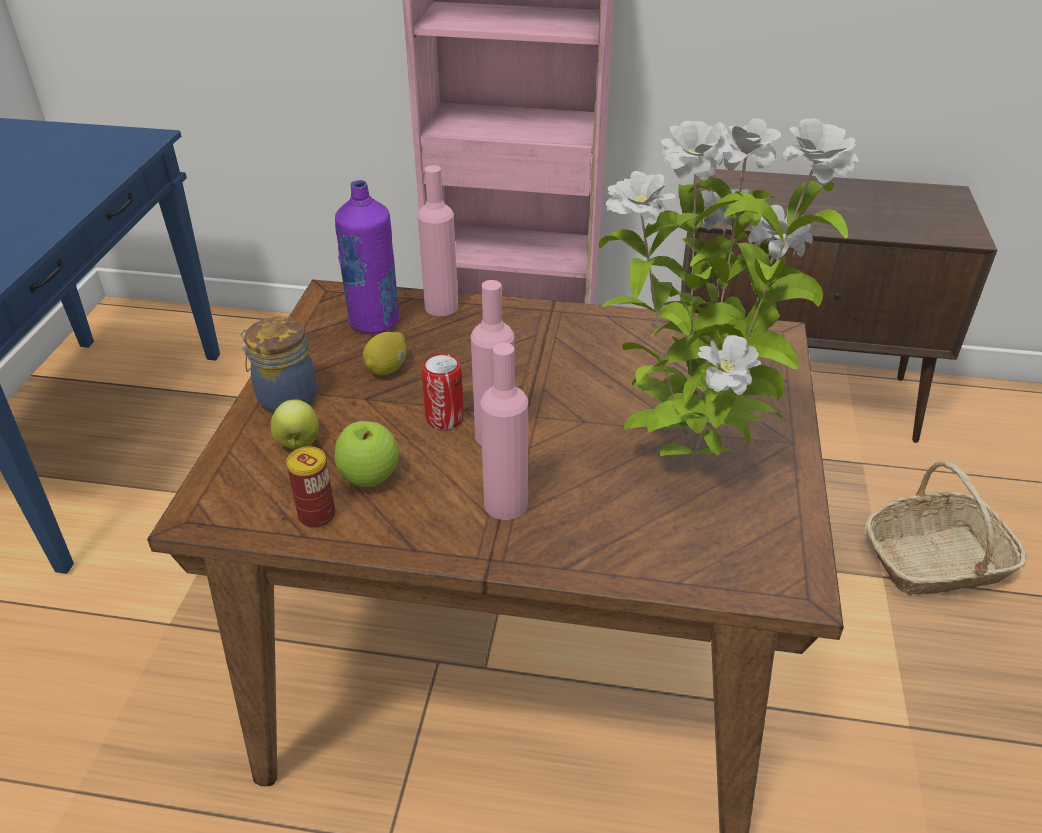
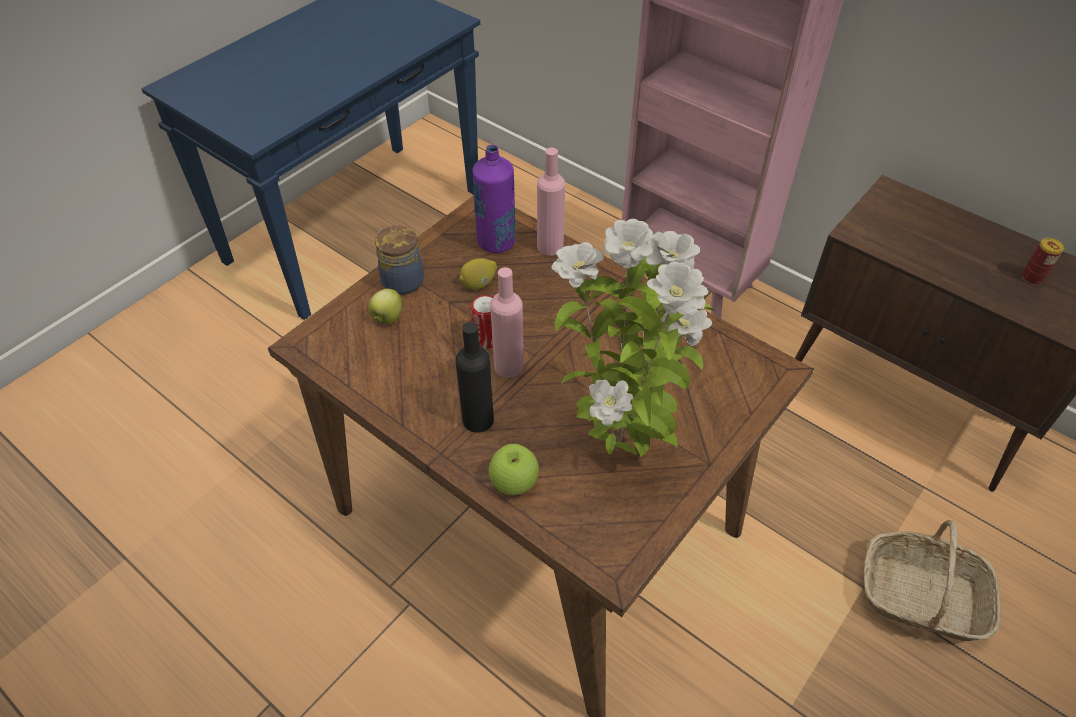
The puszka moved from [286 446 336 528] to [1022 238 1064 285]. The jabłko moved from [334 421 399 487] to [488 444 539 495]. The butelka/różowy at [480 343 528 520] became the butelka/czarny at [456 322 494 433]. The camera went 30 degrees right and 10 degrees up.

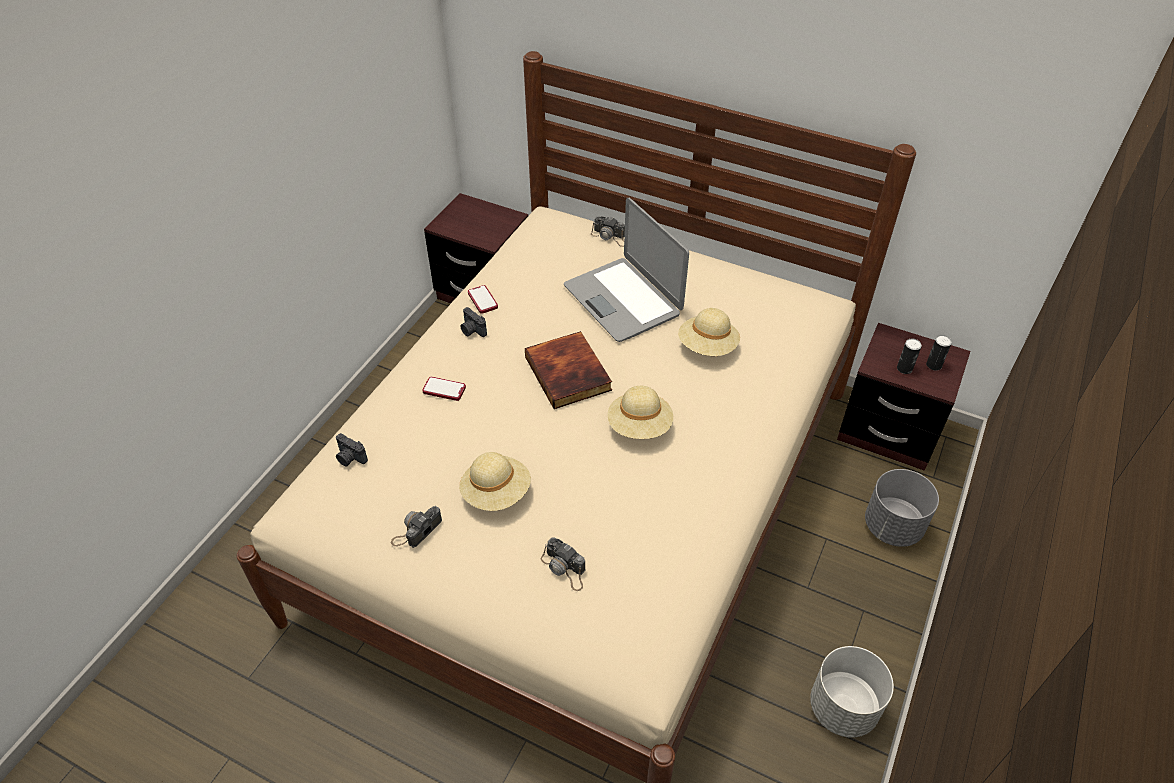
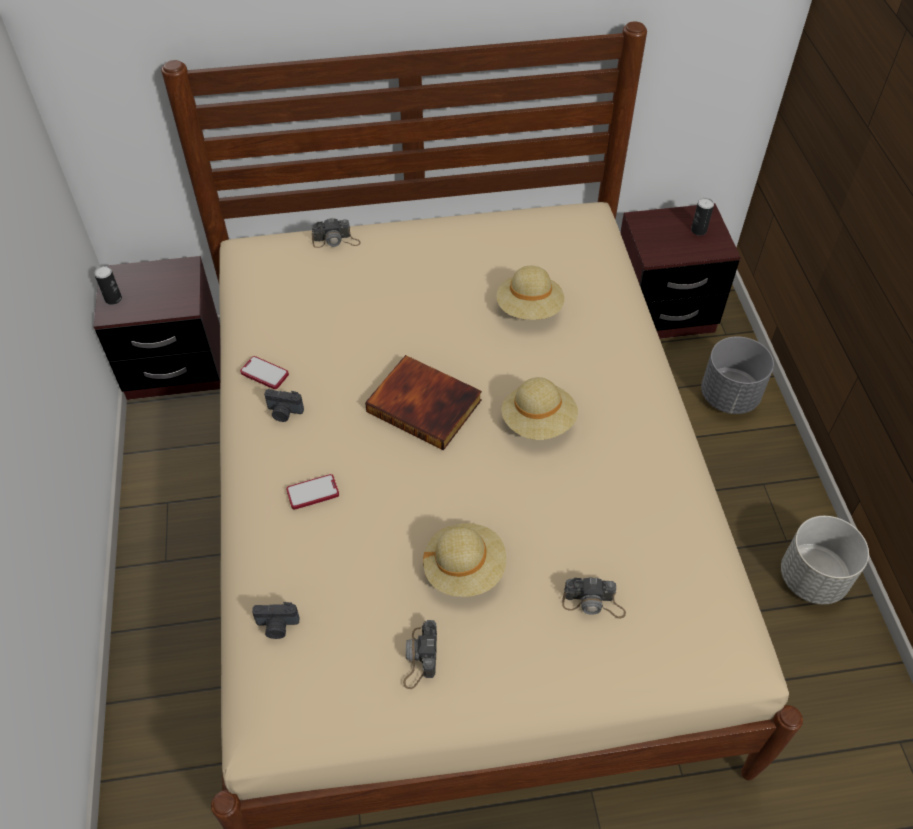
The laptop at [564 198 689 342] disappeared. The puszka moved from [897 338 922 374] to [94 266 122 305]. The camera went 35 degrees left and 5 degrees up.

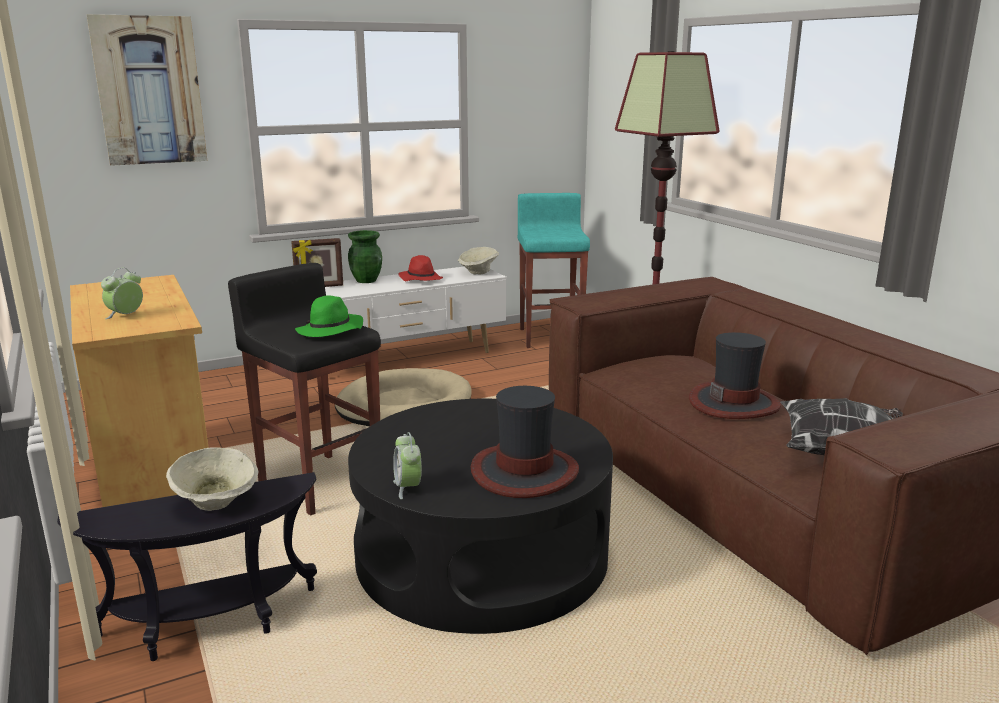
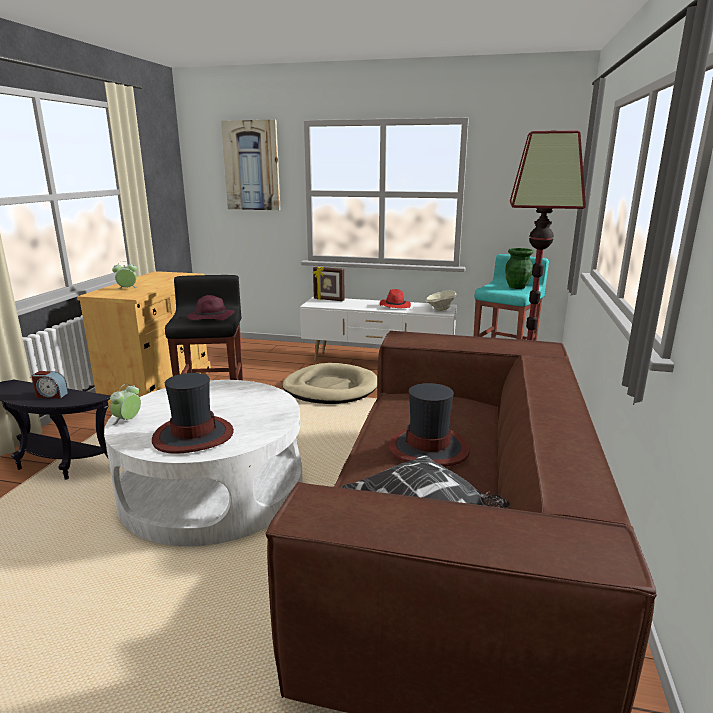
The wazon/zielony moved from [348 230 382 283] to [505 248 533 289]. The miska/beżowy at [166 447 258 511] was replaced by the budzik at [32 371 68 398]. The kapelusz/zielony at [295 295 363 337] became the kapelusz/fioletowy at [187 295 235 321]. The ława/czarny at [348 399 613 634] became the ława/biały at [104 380 303 546]. The camera went 40 degrees right and 0 degrees up.

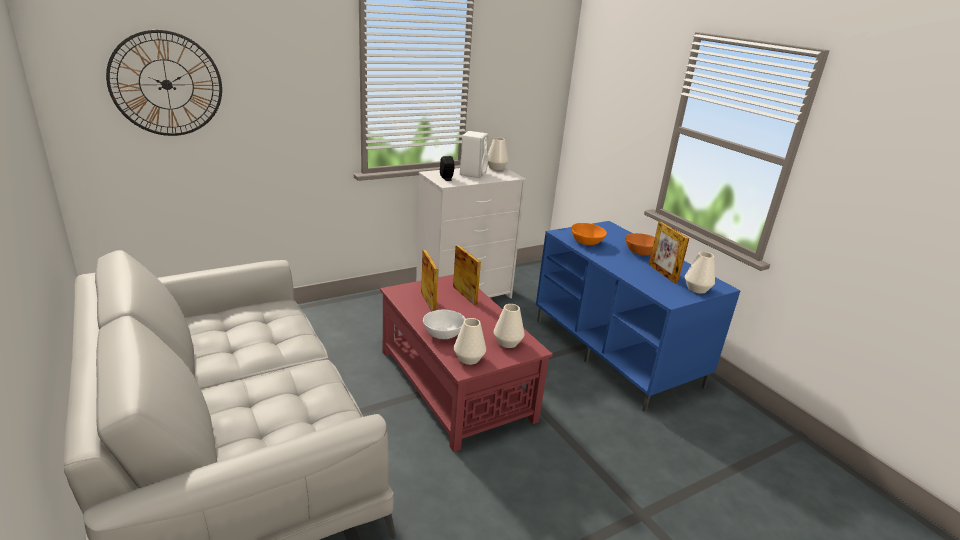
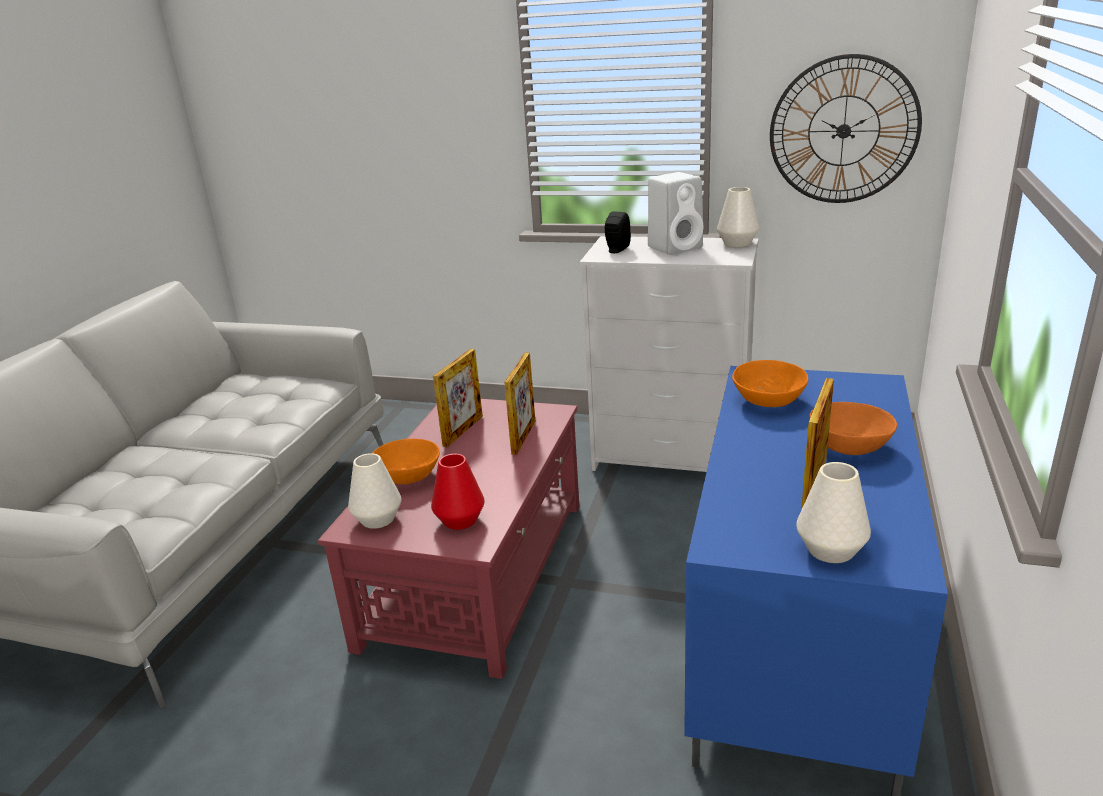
The zegar ścienny moved from [106 30 222 136] to [770 54 922 203]. The miska/biały at [423 310 466 339] became the miska/pomarańczowy at [373 439 440 484]. The wazon/biały at [494 304 525 348] became the wazon/czerwony at [431 454 485 530]. The camera went 50 degrees right and 0 degrees up.

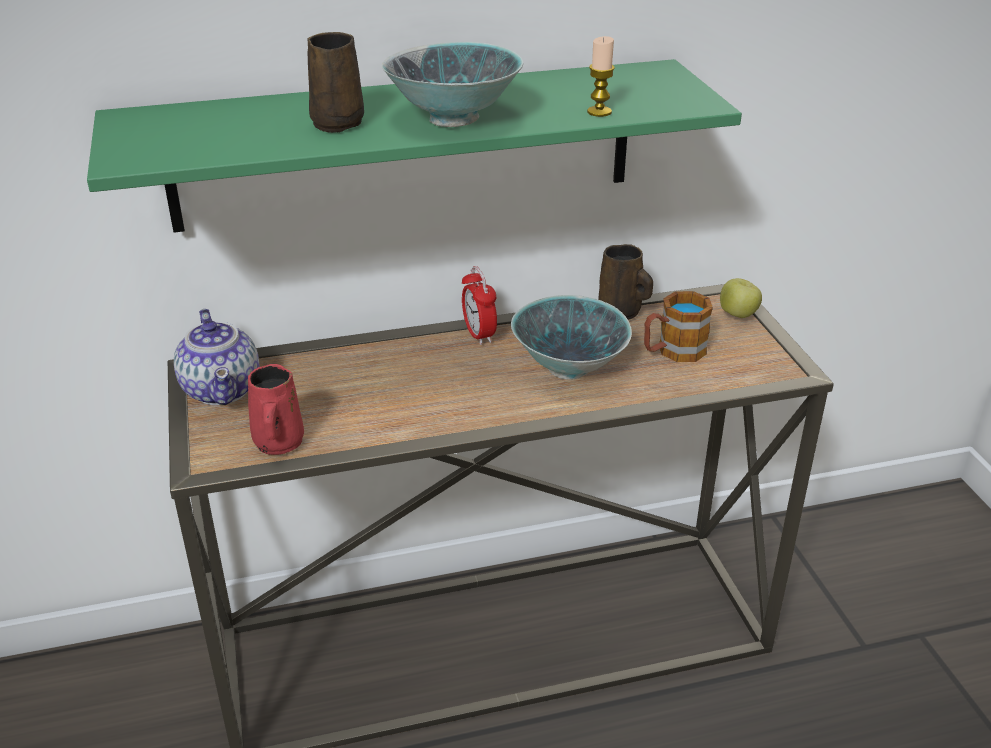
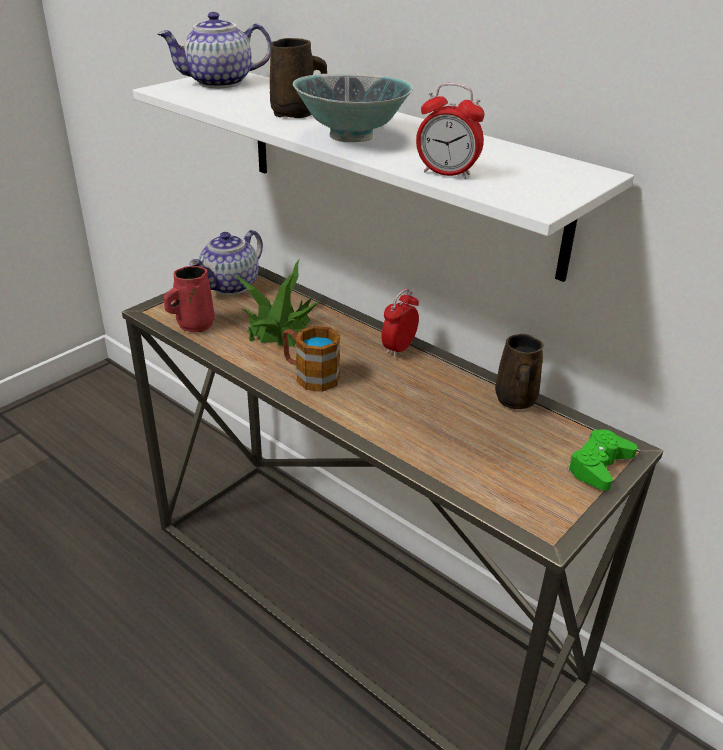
The miska at [511 295 632 380] disappeared. The imbryk at [158 12 271 88] appeared. The roślina doniczkowa at [234 259 320 347] appeared. The kubek moved from [644 291 713 362] to [282 326 340 392]. The świeca at [587 36 615 117] was replaced by the budzik at [416 83 485 179]. The jabłko at [720 278 762 318] was replaced by the pad do gier/zielony at [567 429 638 491]. The półka/zielony at [87 59 742 233] became the półka/biały at [133 72 634 282]. The camera went 55 degrees right and 0 degrees up.

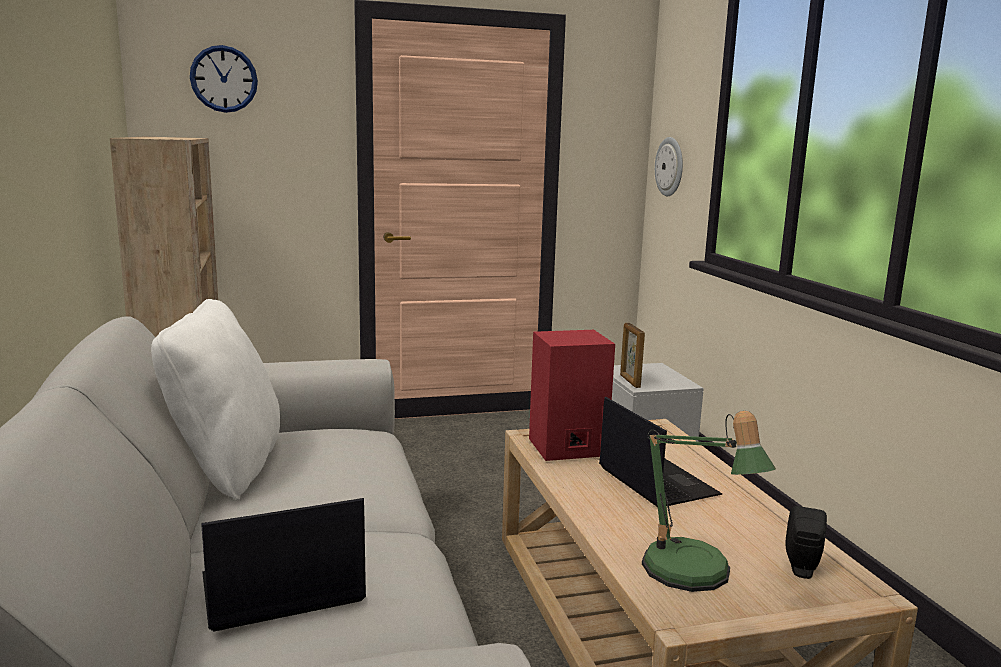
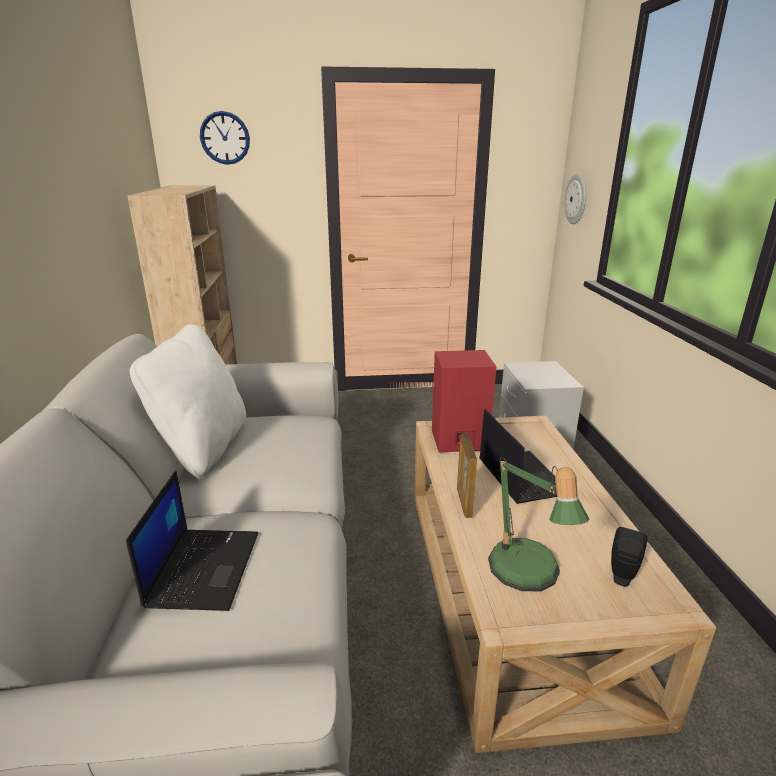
The ramka na zdjęcie moved from [620 323 645 388] to [457 433 477 518]. The laptop at [201 498 366 632] turned 105 degrees clockwise. The camera went 10 degrees right and 10 degrees up.

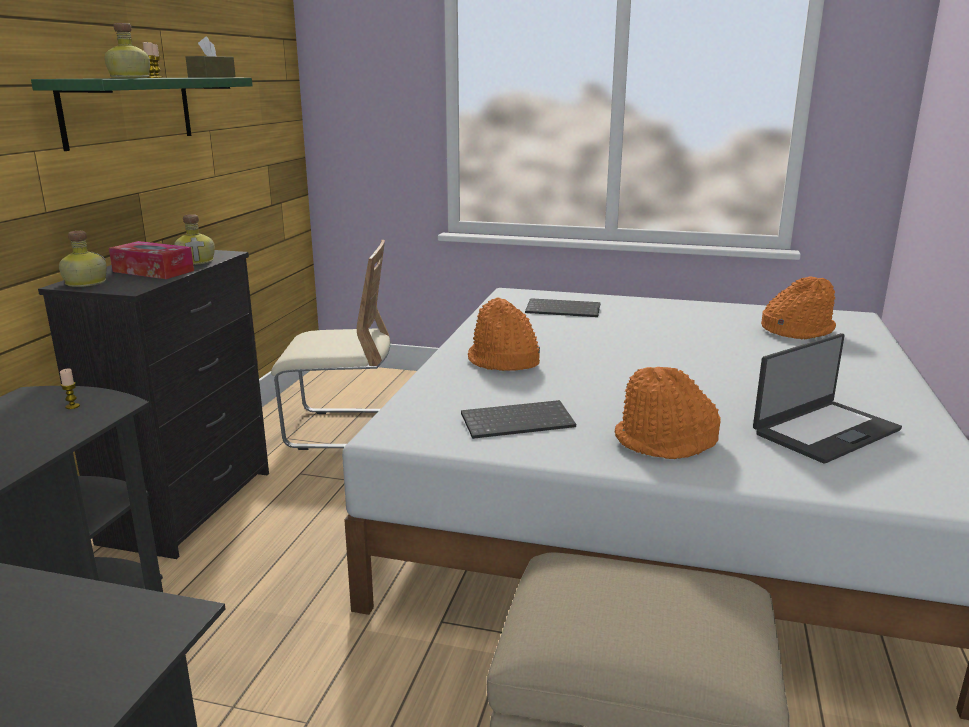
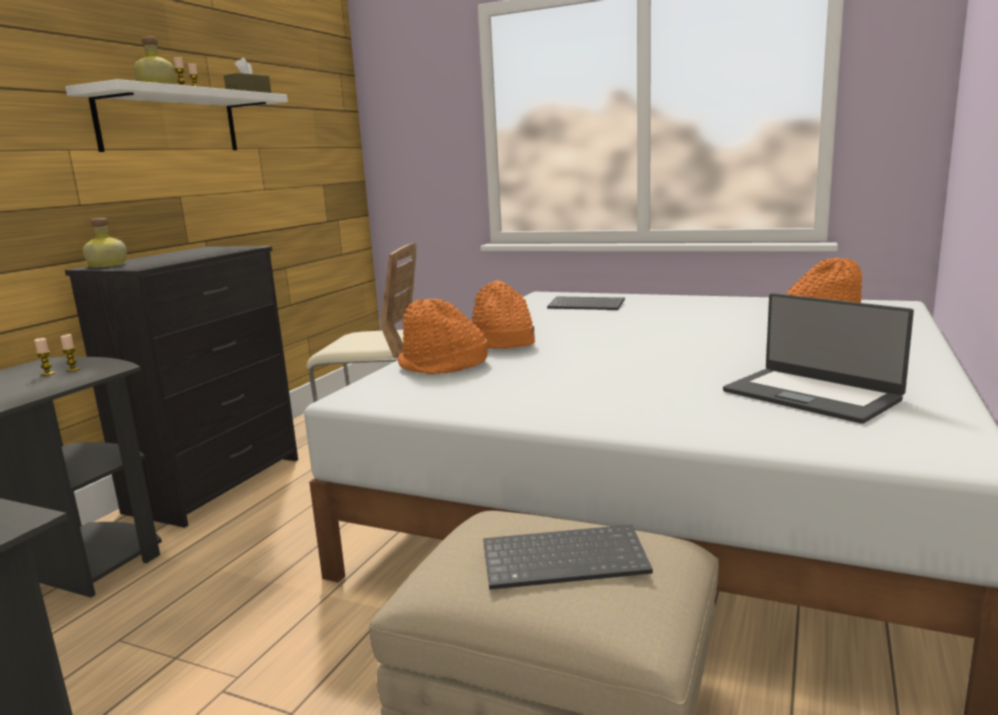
The pudełko chusteczek at [109 241 194 279] disappeared. The butelka at [174 214 215 265] disappeared. The świeca at [34 338 55 376] appeared. The klawiatura moved from [461 400 576 439] to [483 525 653 590]. The kapelusz/pomarańczowy moved from [614 367 721 459] to [398 299 488 374]. The półka/zielony at [31 78 253 151] became the półka/biały at [65 79 288 152]. The laptop at [753 333 902 463] turned 75 degrees clockwise. The camera went 10 degrees right and 5 degrees down.

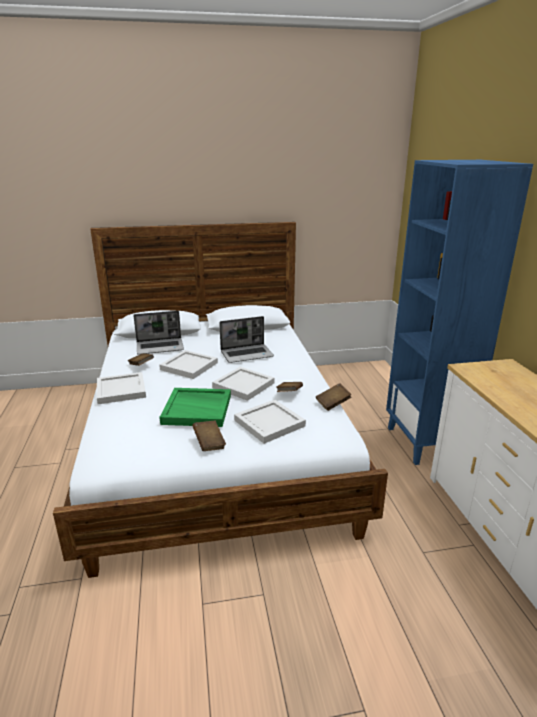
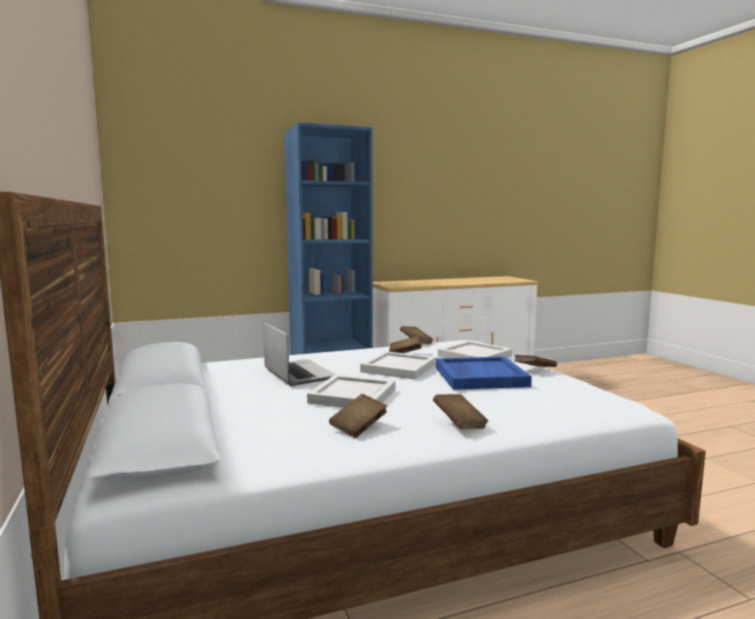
The laptop at [133 311 184 354] disappeared. The taca/biały at [97 372 146 404] was replaced by the książka/brązowy at [433 394 489 429]. The taca/zielony at [159 388 231 427] became the taca/niebieski at [436 356 532 390]. The camera went 100 degrees left and 15 degrees down.

